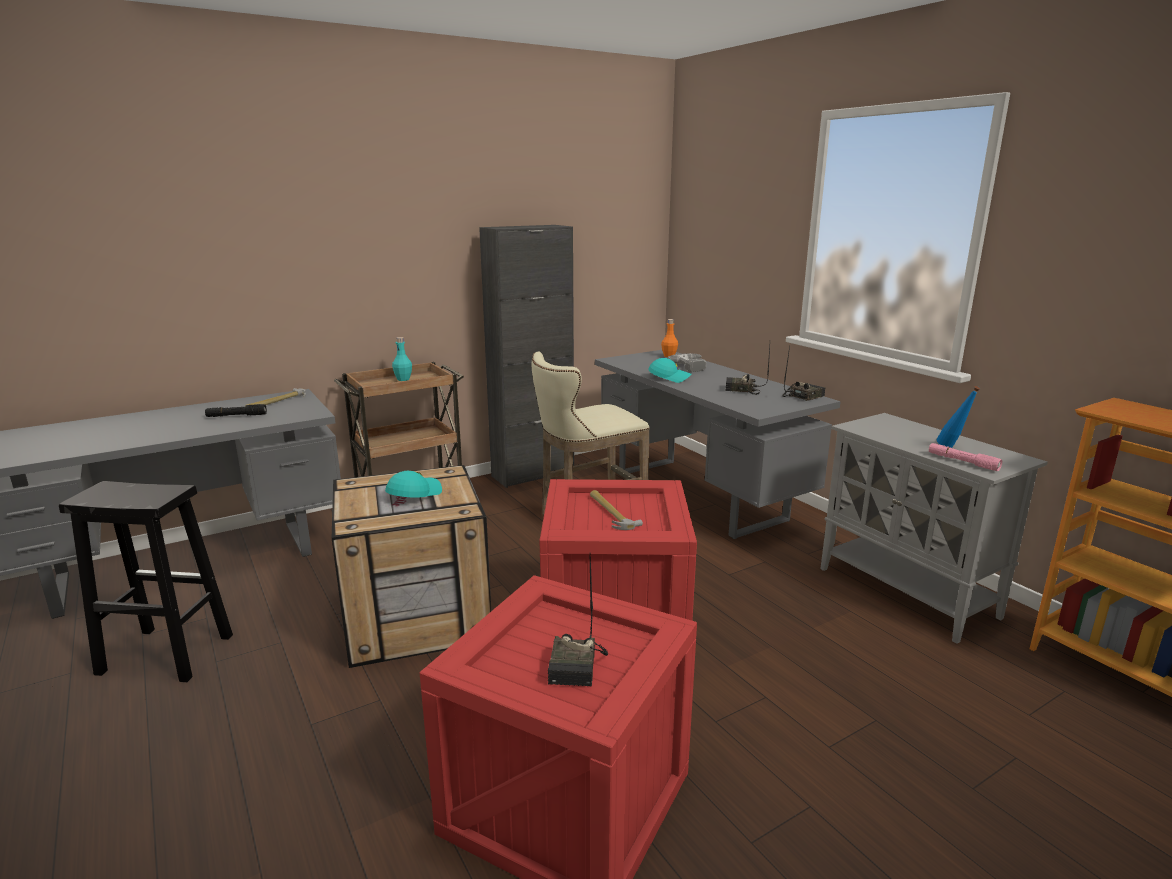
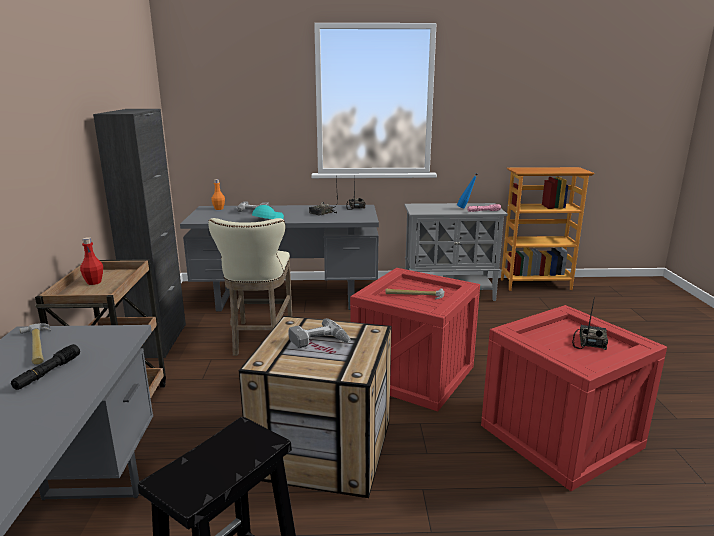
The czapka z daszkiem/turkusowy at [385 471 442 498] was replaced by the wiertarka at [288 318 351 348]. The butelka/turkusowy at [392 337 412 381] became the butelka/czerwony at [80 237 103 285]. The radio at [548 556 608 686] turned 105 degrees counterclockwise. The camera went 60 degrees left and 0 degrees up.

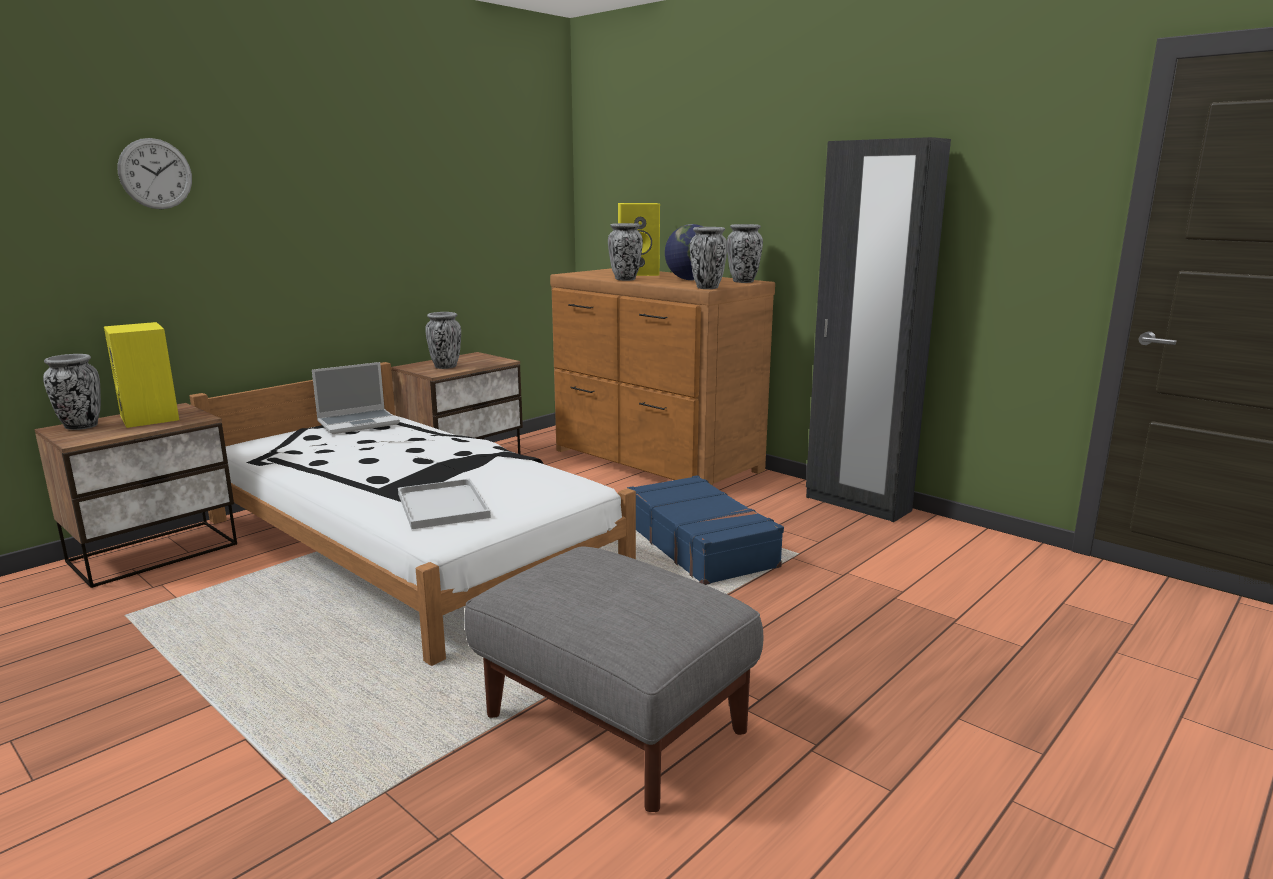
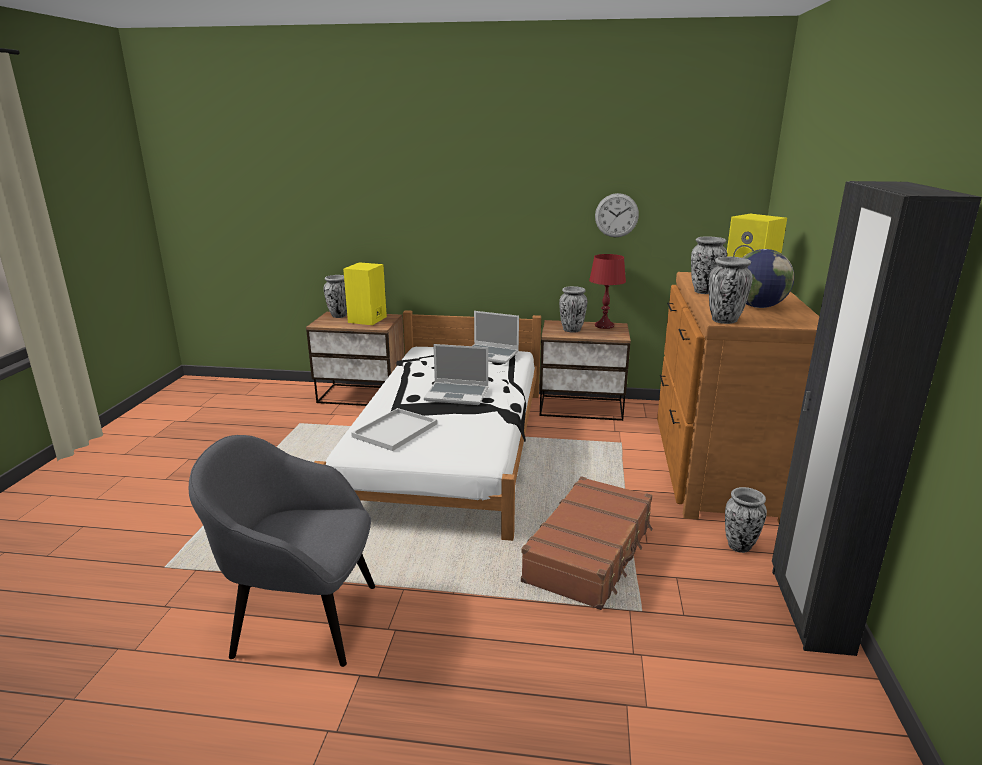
The laptop at [424 344 488 405] appeared. The lampa stołowa/czerwony at [589 254 626 329] appeared. The zegar ścienny moved from [117 138 192 209] to [595 193 639 238]. The wazon moved from [727 224 763 283] to [725 487 767 553]. The pufa/szary at [464 547 763 812] was replaced by the fotel/szary at [189 435 375 667]. The walizka/niebieski at [627 475 784 585] became the walizka/brązowy at [521 476 653 610]. The camera went 55 degrees right and 5 degrees up.

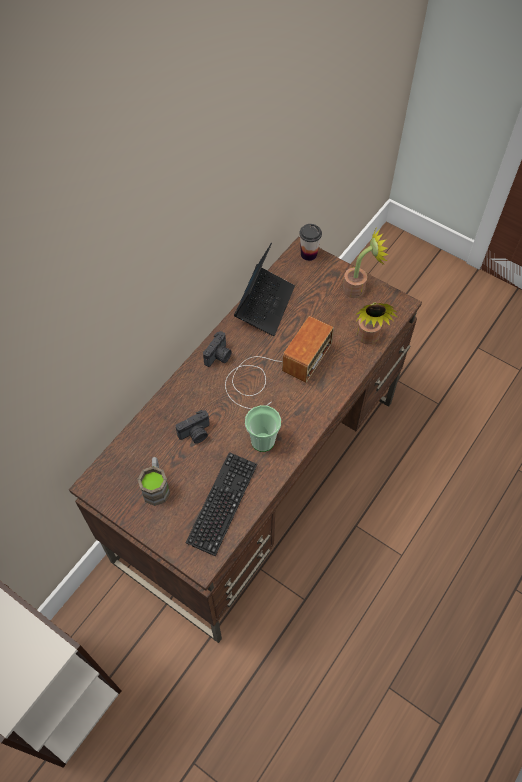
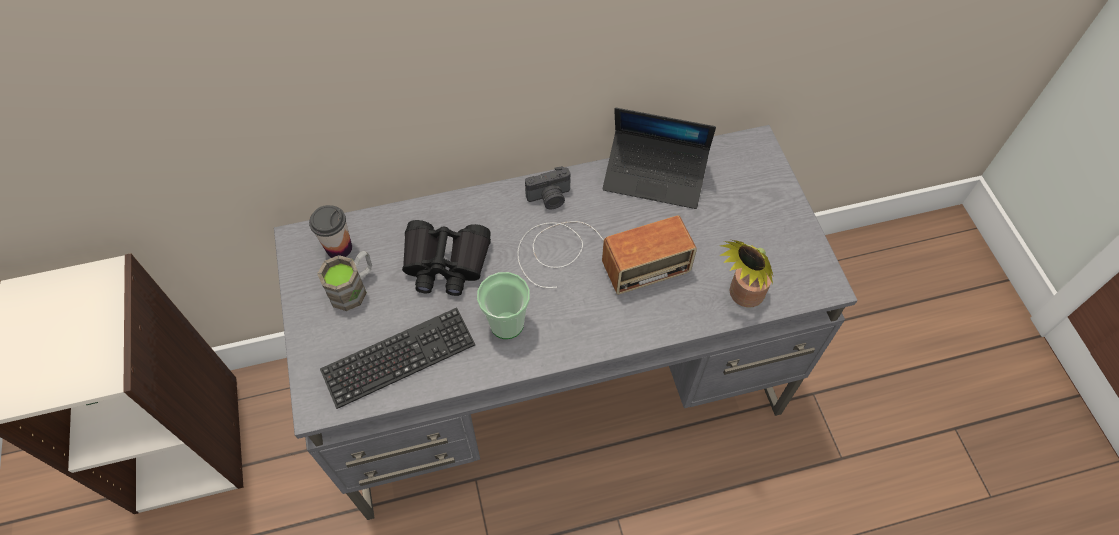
The roślina doniczkowa at [342 228 388 298] disappeared. The filiżanka moved from [299 224 322 261] to [309 205 352 258]. The aparat fotograficzny at [176 410 210 443] was replaced by the lornetka/czarny at [402 220 491 296]. The biurko/brązowy at [69 237 422 643] became the biurko/szary at [274 125 858 520]. The laptop at [234 242 295 336] turned 45 degrees clockwise. The camera went 40 degrees right and 0 degrees up.

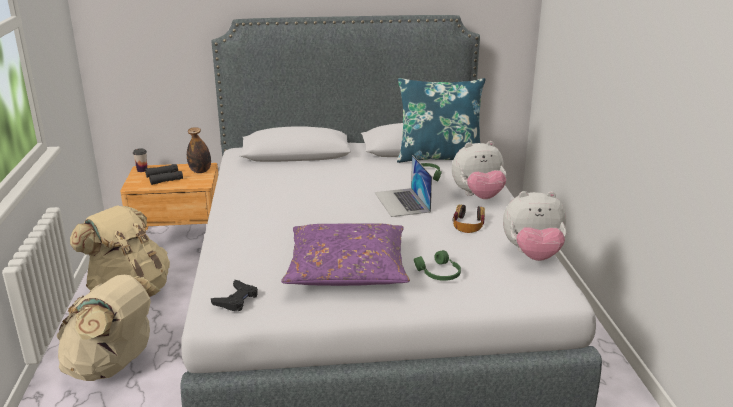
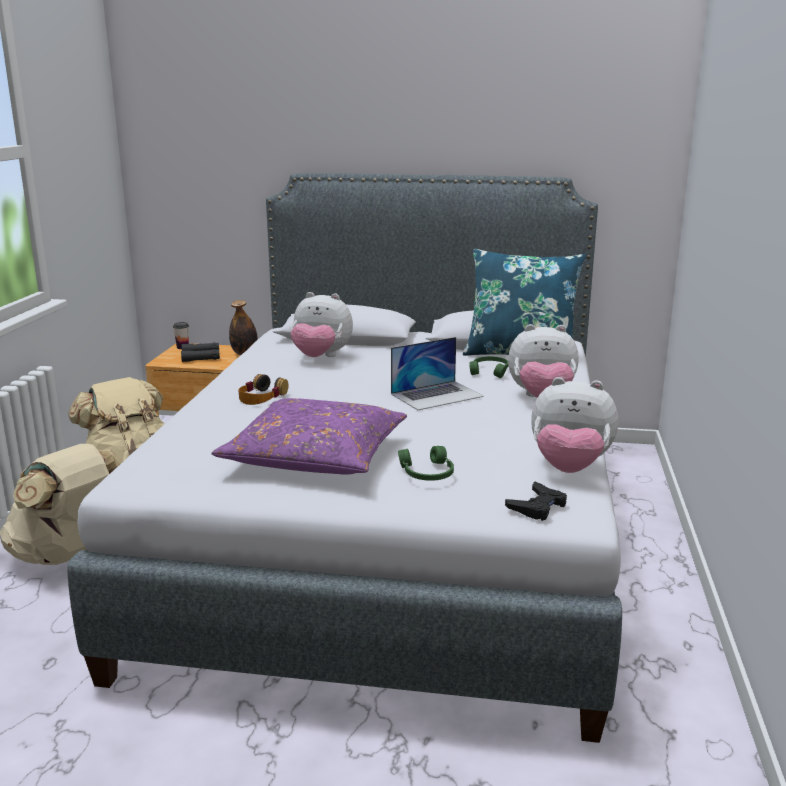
The pluszak at [291 292 353 357] appeared. The pad do gier/czarny moved from [211 280 258 311] to [505 481 567 521]. The słuchawki moved from [453 205 485 233] to [238 374 288 405]. The laptop at [375 155 432 217] turned 120 degrees counterclockwise. The camera went 15 degrees right and 5 degrees down.

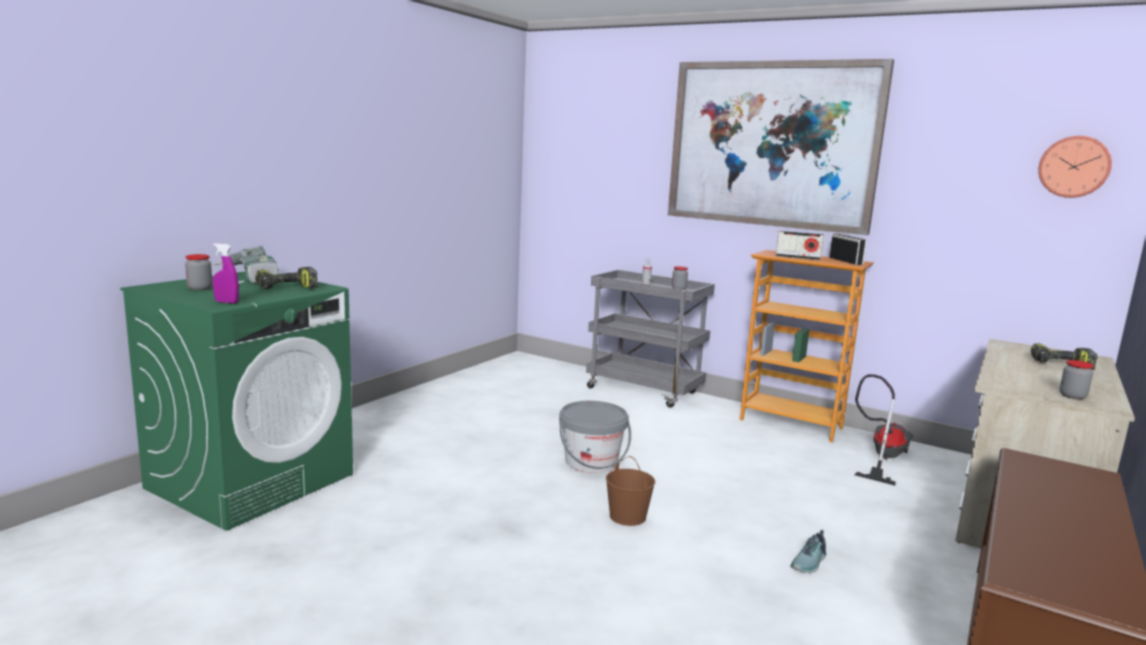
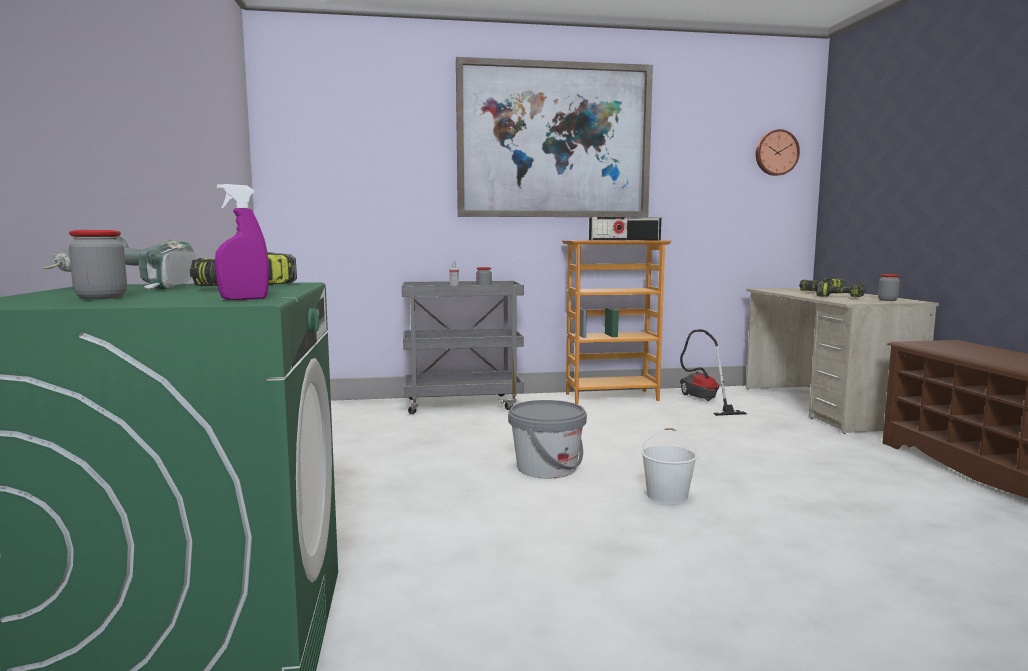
The but at [790 530 826 573] disappeared. The wiertarka at [816 281 865 298] appeared. The wiadro/brązowy at [606 456 655 526] became the wiadro/biały at [642 428 697 504]. The camera went 40 degrees left and 5 degrees down.

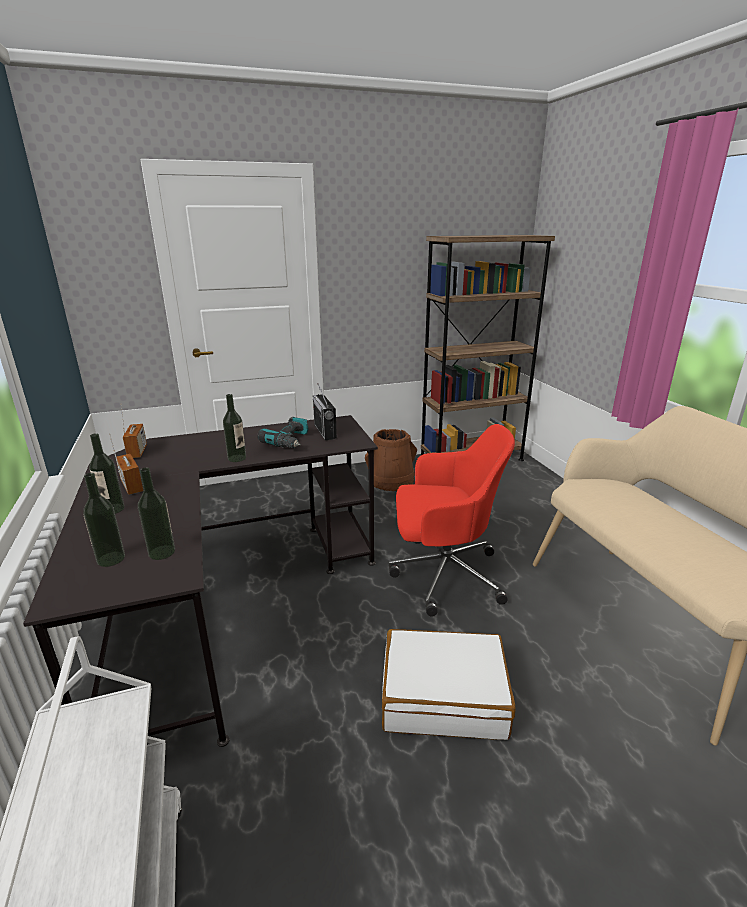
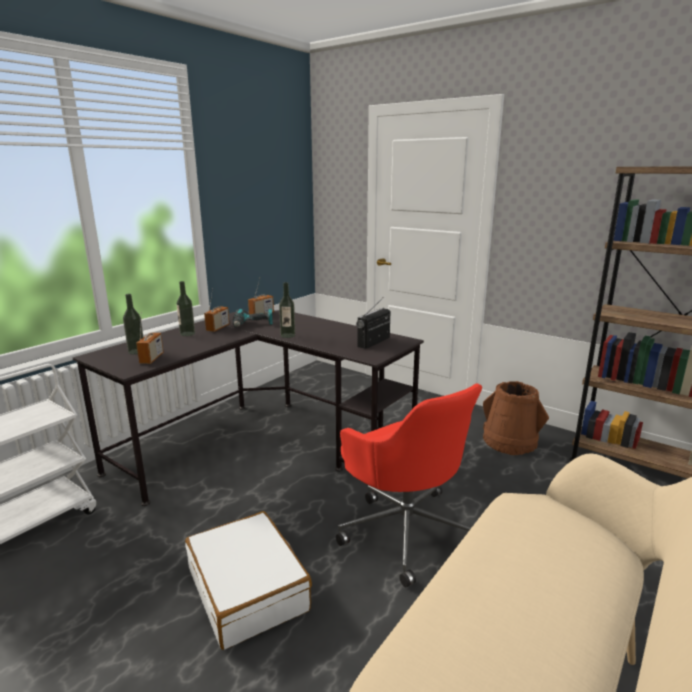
The wiertarka moved from [257 417 308 448] to [233 309 273 327]. The butelka at [138 467 175 560] was replaced by the radio at [136 312 163 364]. The camera went 55 degrees right and 5 degrees down.

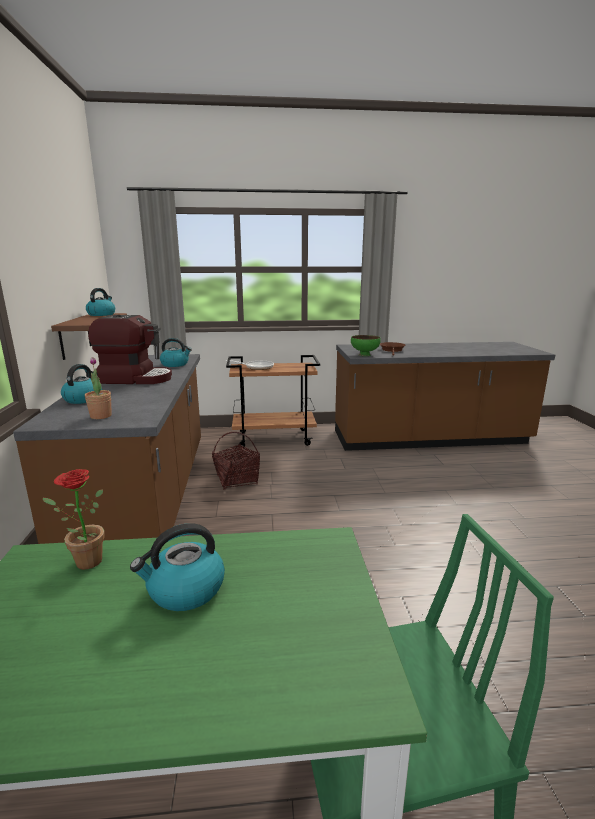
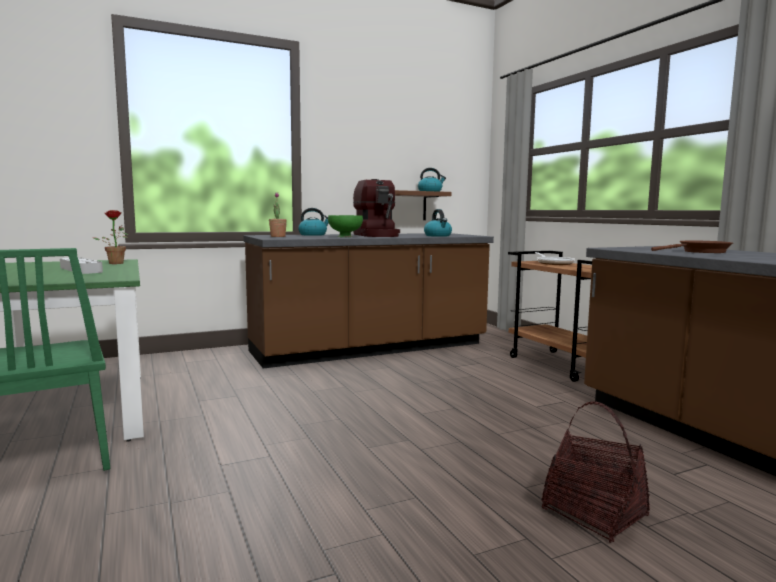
The koszyk moved from [212 432 260 490] to [542 402 650 543]. The miska/zielony moved from [351 335 381 356] to [328 215 363 237]. The czajnik at [130 523 225 611] was replaced by the taca/szary at [60 257 103 274]. The camera went 70 degrees right and 10 degrees down.

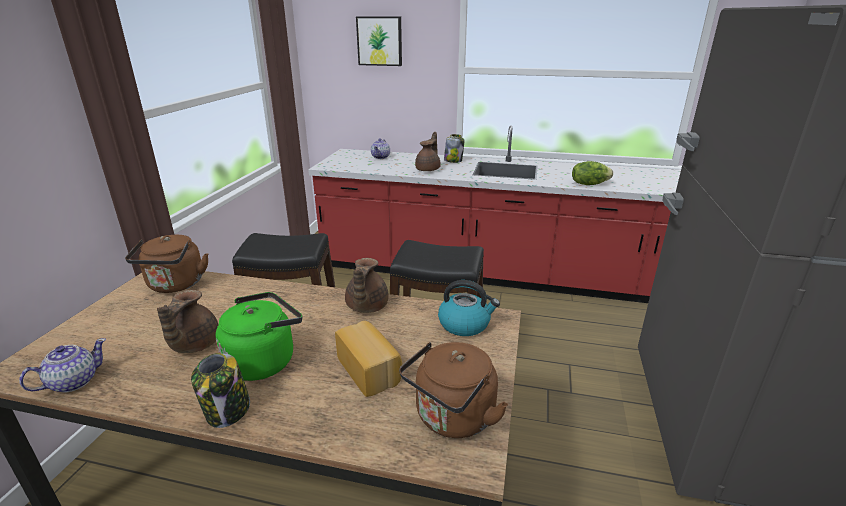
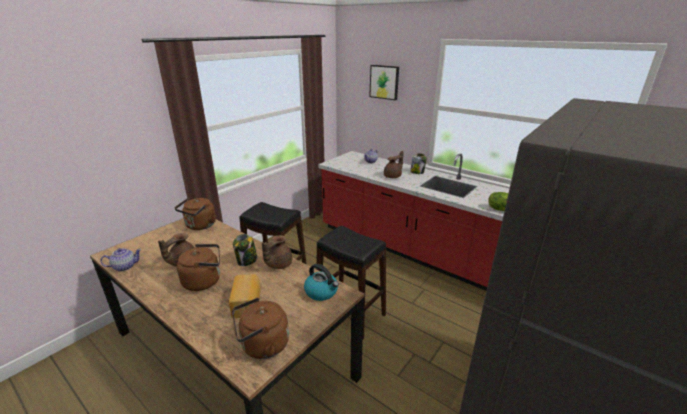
The słoik moved from [191 353 250 428] to [233 234 257 266]. The czajnik/zielony at [215 292 302 381] became the czajnik/brązowy at [177 244 220 291]. The camera went 25 degrees right and 0 degrees up.

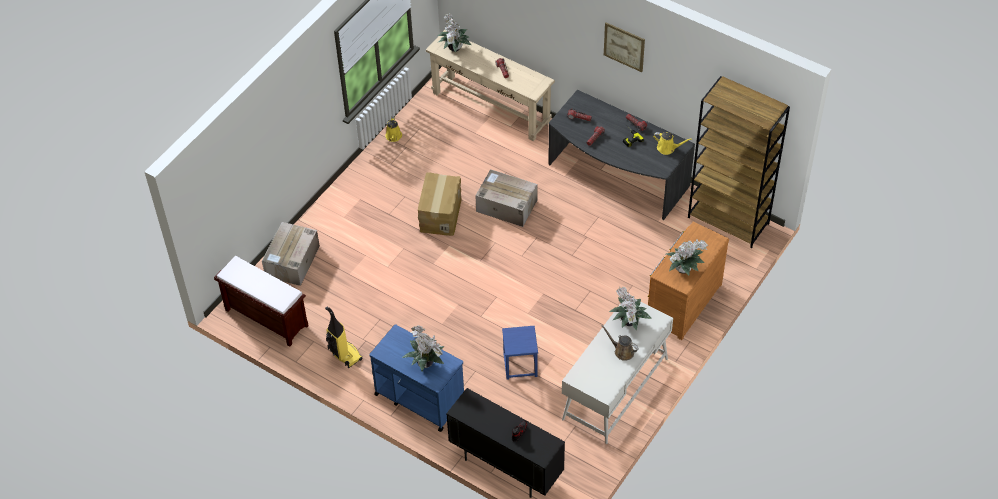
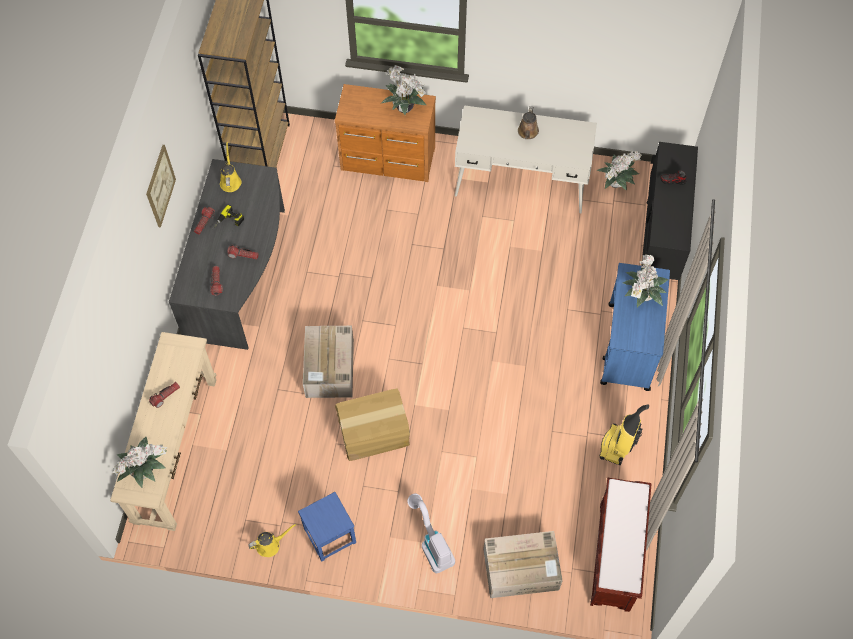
The odkurzacz at [407 494 455 573] appeared. The stołek/niebieski moved from [502 326 538 380] to [298 492 356 562]. The roślina doniczkowa moved from [609 286 652 330] to [596 151 642 191]. The camera went 115 degrees left and 10 degrees up.

